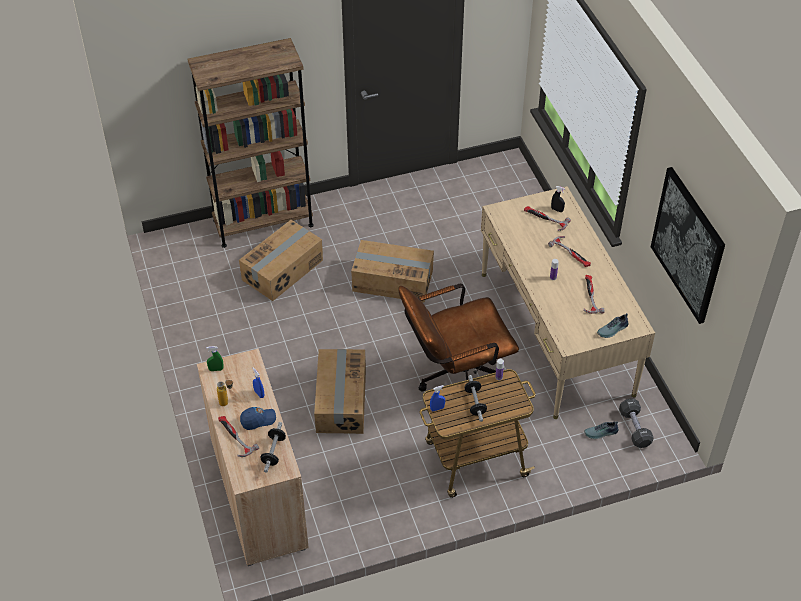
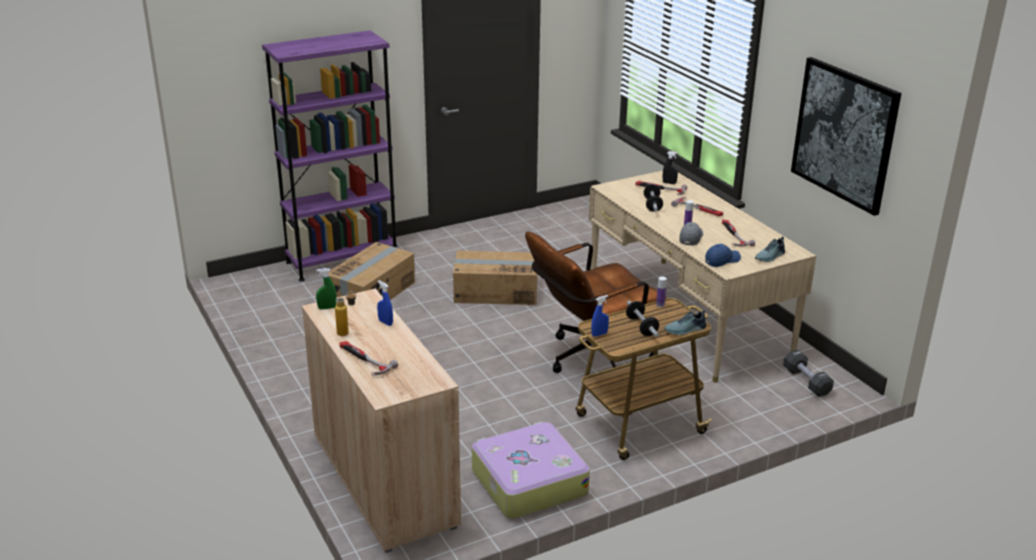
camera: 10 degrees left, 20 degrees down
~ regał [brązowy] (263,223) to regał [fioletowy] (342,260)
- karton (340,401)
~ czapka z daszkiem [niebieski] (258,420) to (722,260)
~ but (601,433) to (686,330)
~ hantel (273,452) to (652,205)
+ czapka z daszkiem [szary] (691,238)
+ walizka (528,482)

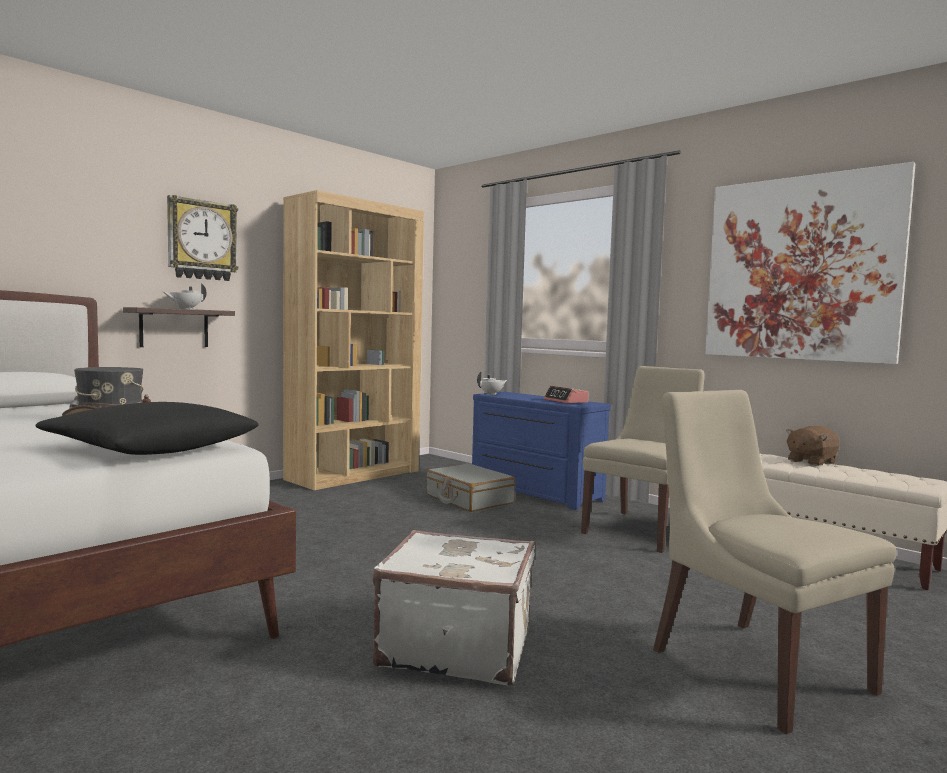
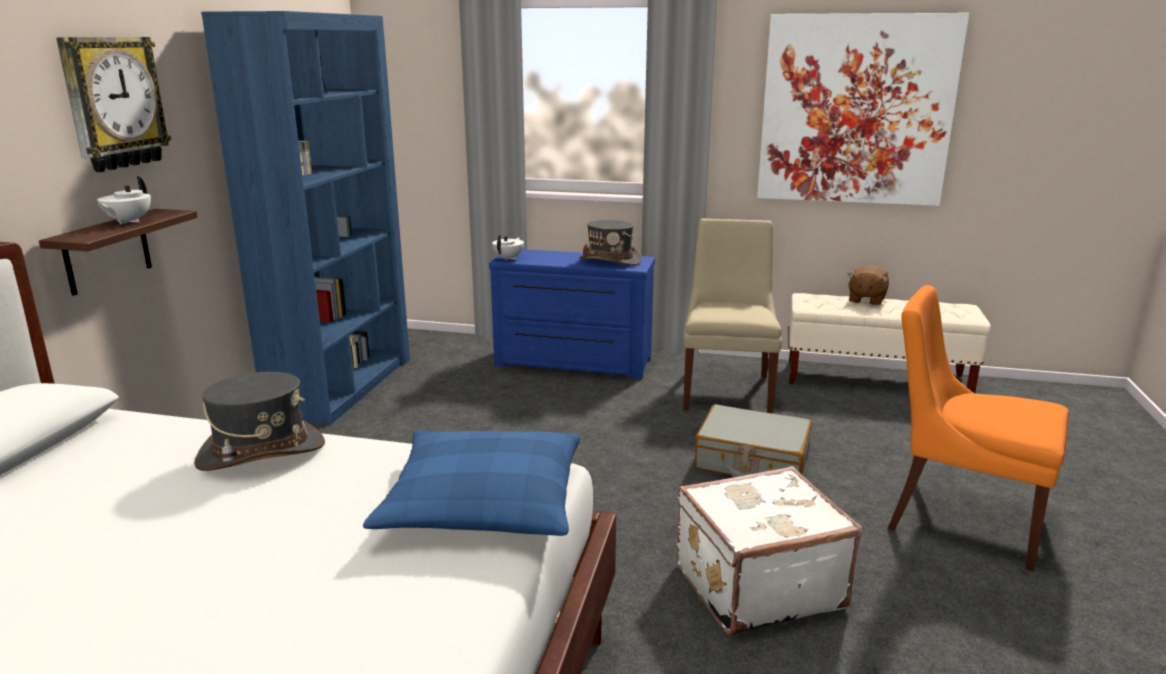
camera: 30 degrees left, 15 degrees up
~ regał [brązowy] (354,475) to regał [niebieski] (342,386)
~ budzik (566,401) to kapelusz [szary] (610,260)
~ krzesło [beżowy] (754,667) to krzesło [pomarańczowy] (958,519)
~ poduszka [czarny] (151,448) to poduszka [niebieski] (483,502)
~ walizka [szary] (469,499) to (752,461)

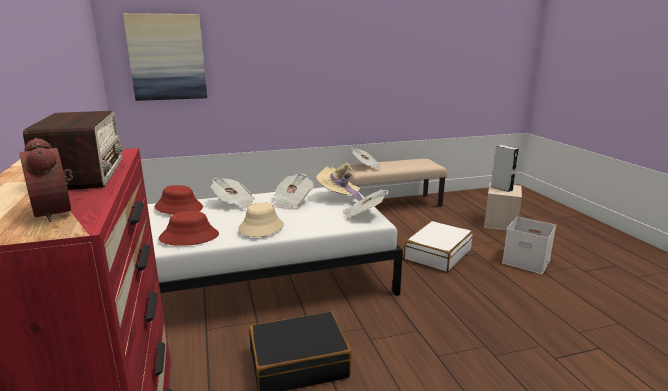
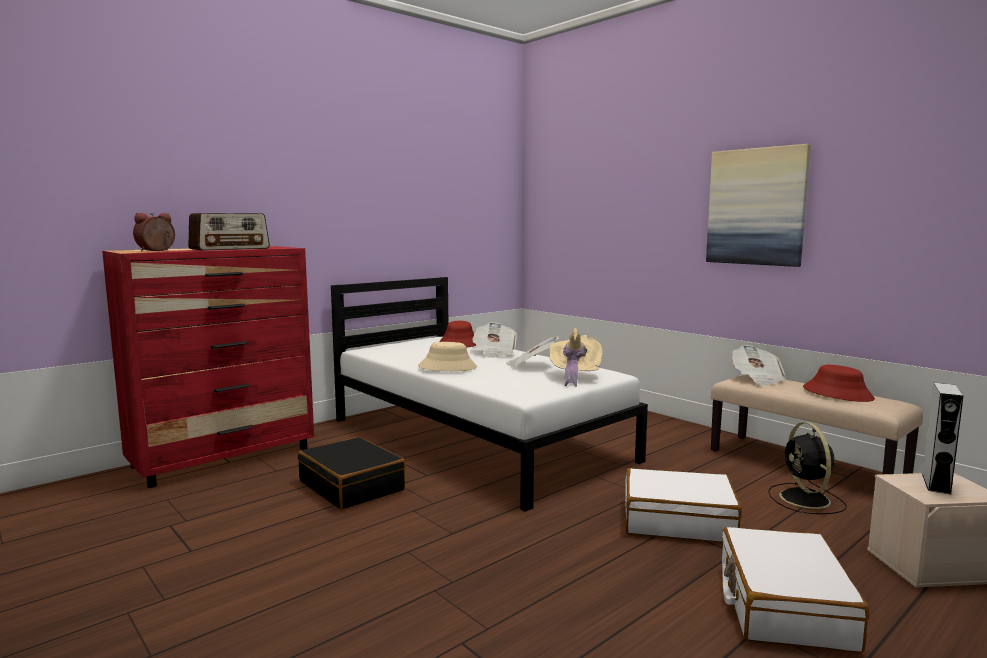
camera: 65 degrees right, 10 degrees down
~ obraz (167,57) to (756,207)
- gazeta (363,215)
~ kapelusz [czerwony] (189,236) to (837,393)
~ pojemnik do przechowywania [biały] (527,261) to walizka [biały] (783,606)
+ wentylator [czarny] (806,500)

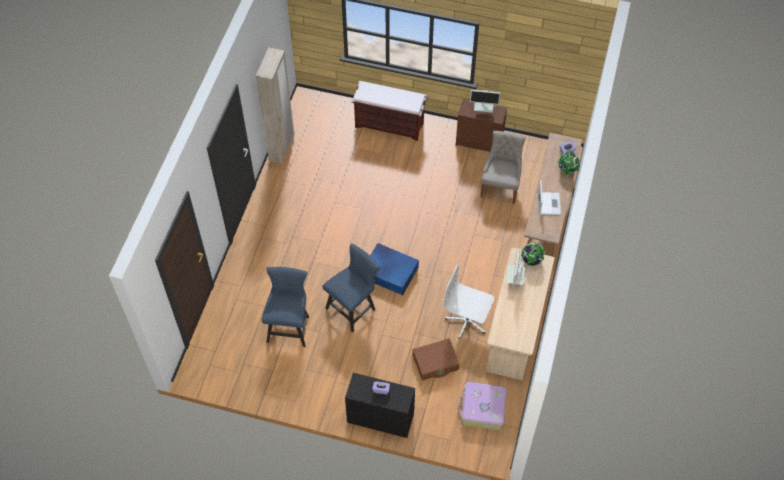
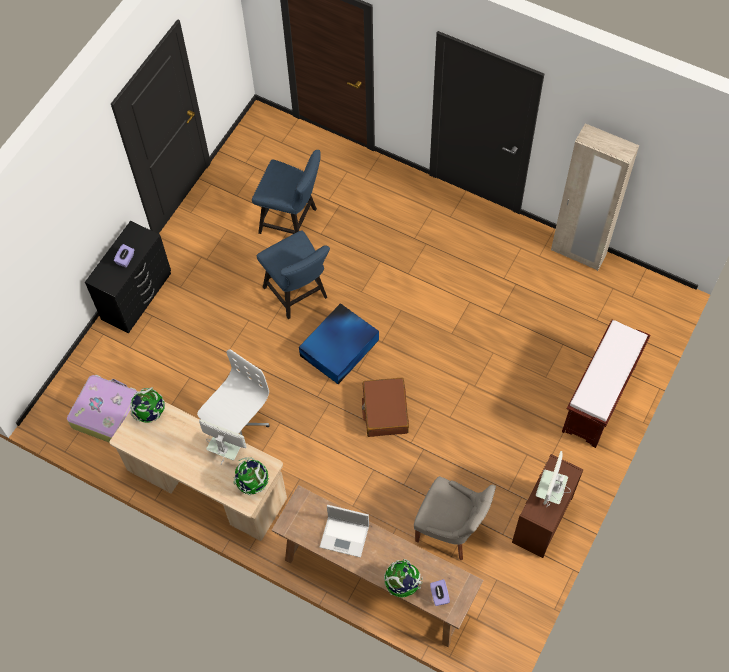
camera: 105 degrees right, 5 degrees up
~ walizka [brązowy] (435,363) to (385,411)
+ globus (150,413)

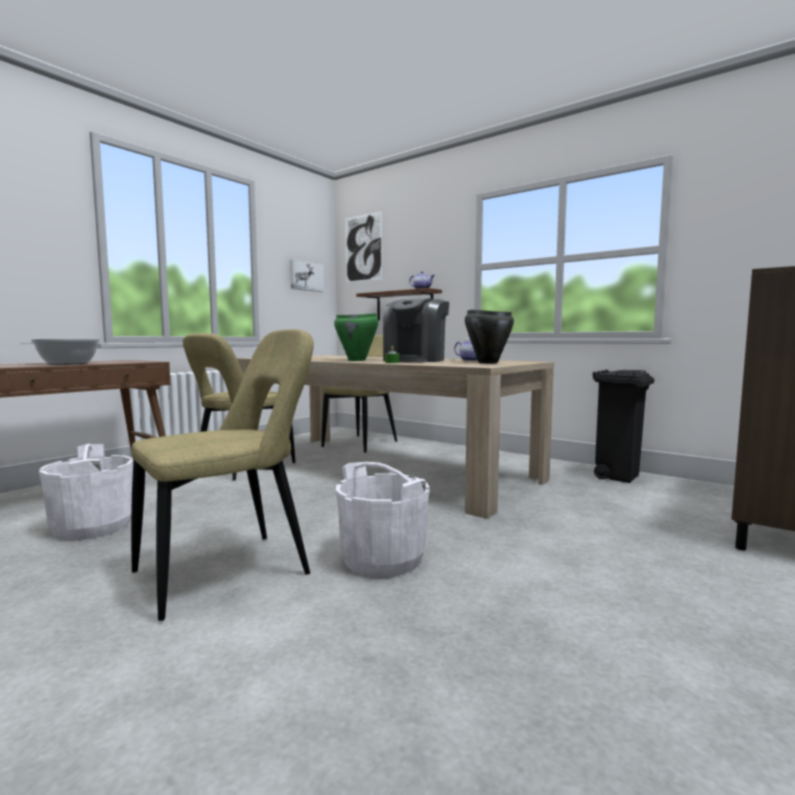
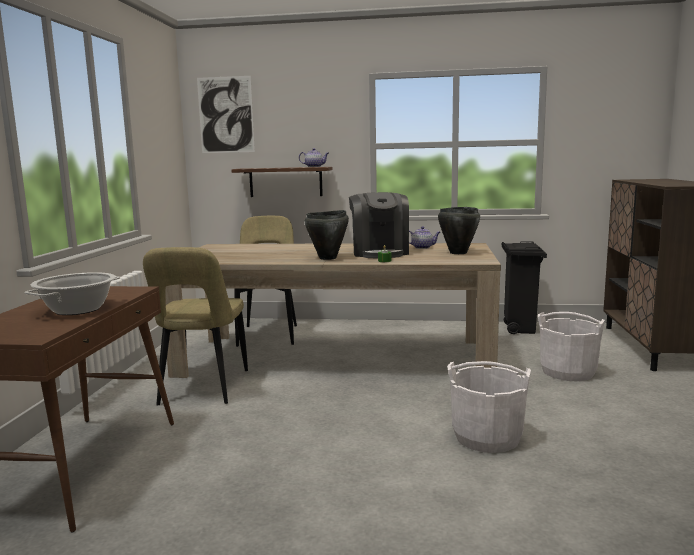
camera: 30 degrees left, 5 degrees up
- obraz (306,276)
~ garnek [zielony] (357,360) to garnek [czarny] (328,258)
- krzesło [beżowy] (231,571)
~ wiadro [biały] (93,527) to (567,372)

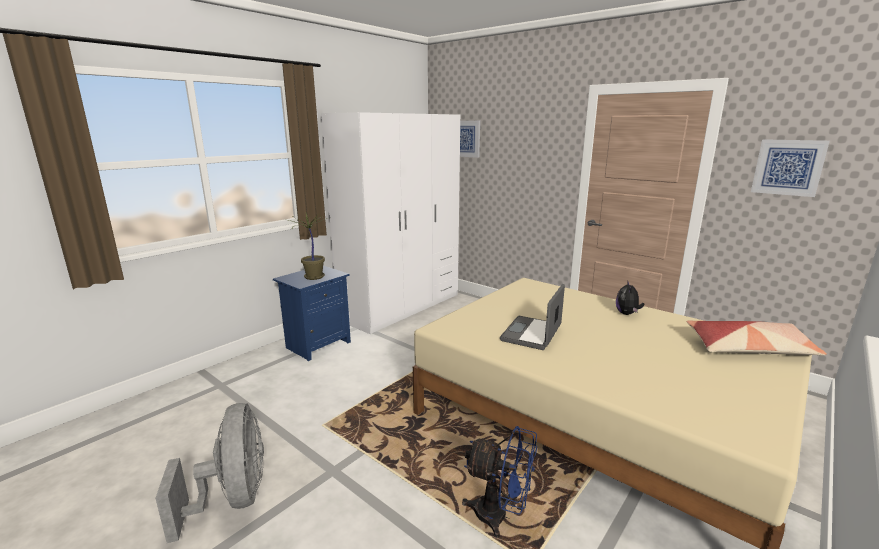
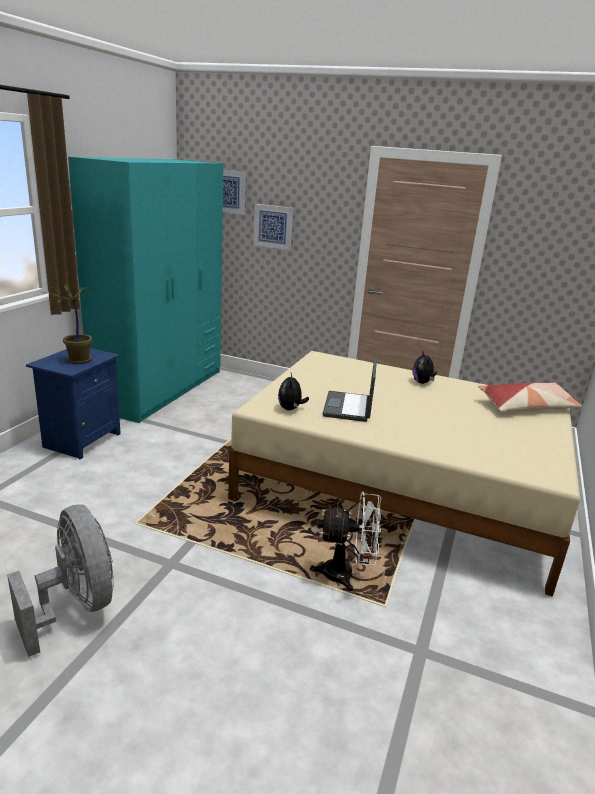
camera: 20 degrees left, 5 degrees up
~ szafa [biały] (402,307) to szafa [turkusowy] (161,389)
~ obraz (788,167) to (273,226)
~ wentylator [niebieski] (499,516) to wentylator [biały] (346,574)
+ pluszak (290,409)

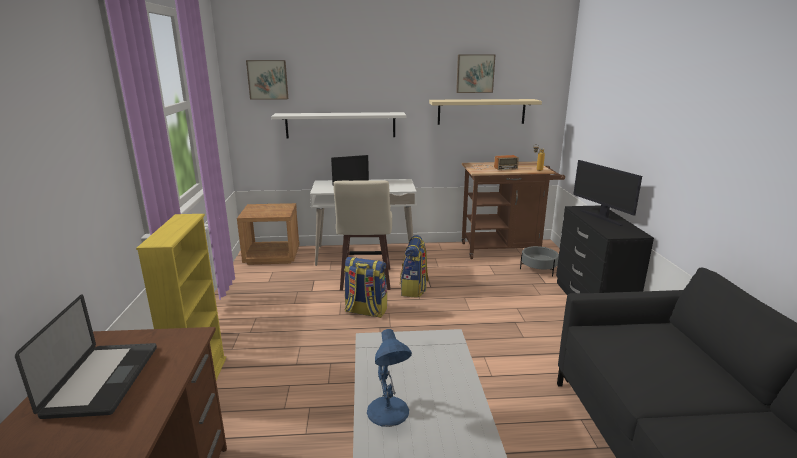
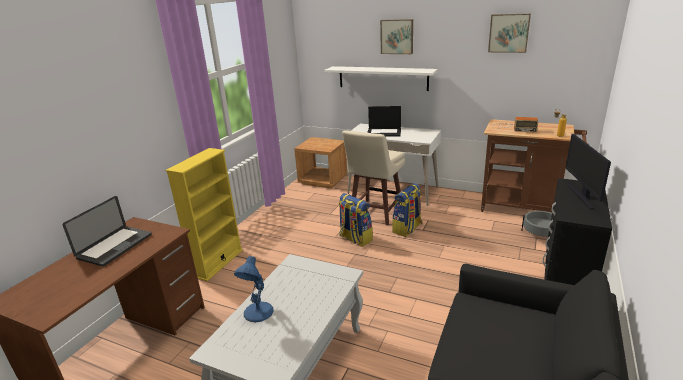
camera: 30 degrees right, 5 degrees up
~ obraz (268,79) to (397,36)
- półka [beżowy] (481,111)

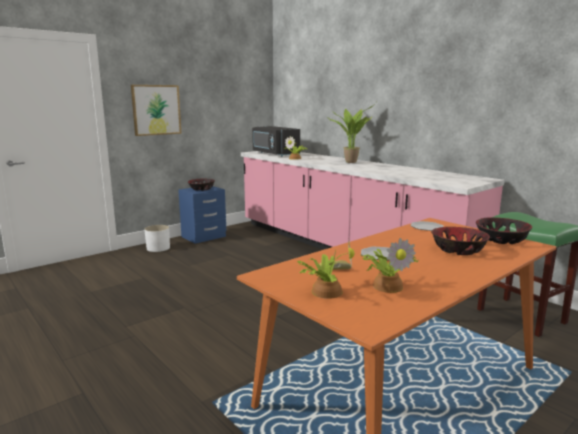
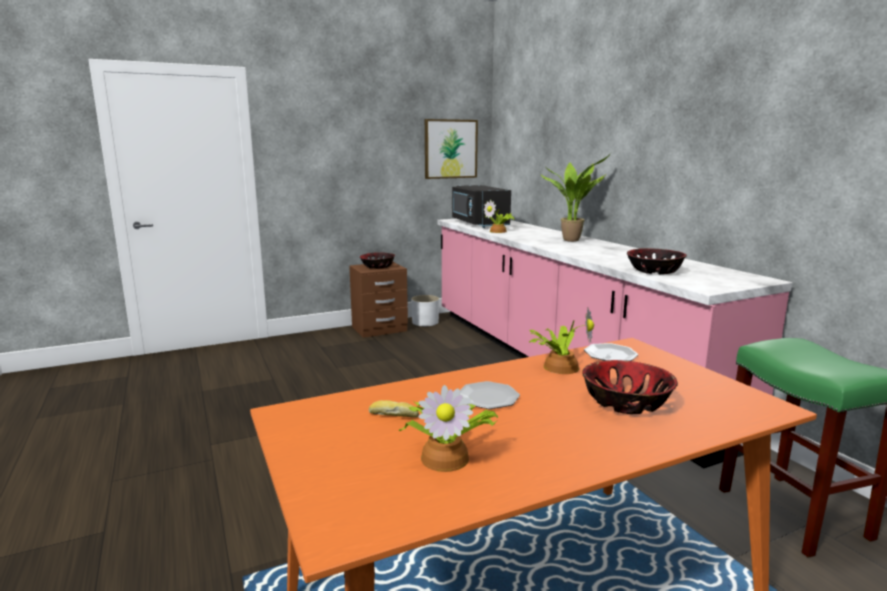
camera: 15 degrees right, 0 degrees up
~ obraz (156,110) to (450,149)
~ szafka nocna [niebieski] (203,237) to szafka nocna [brązowy] (379,329)
~ miska (501,240) to (654,271)
~ donica [biały] (158,248) to (425,322)
~ roślina doniczkowa (325,291) to (559,366)

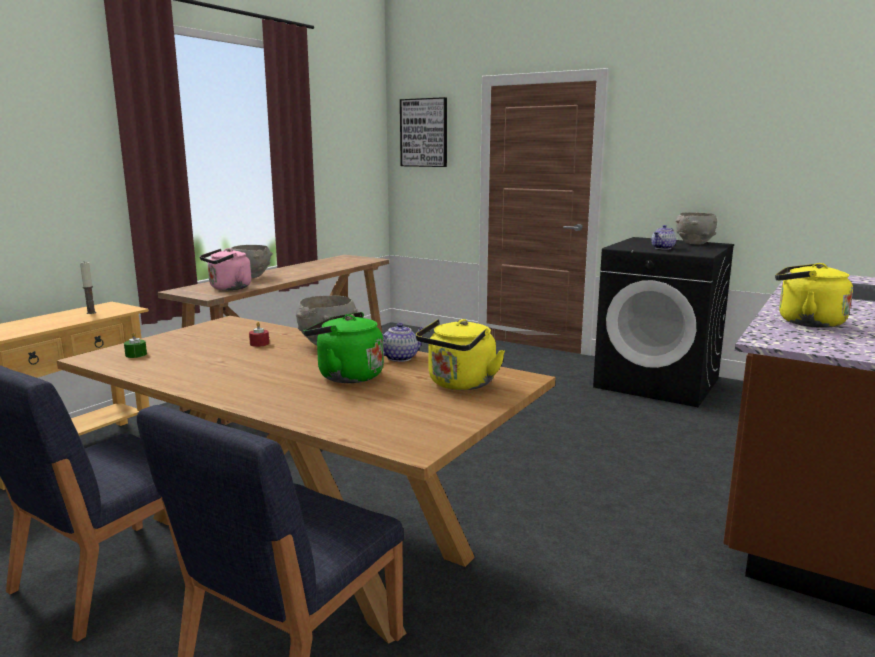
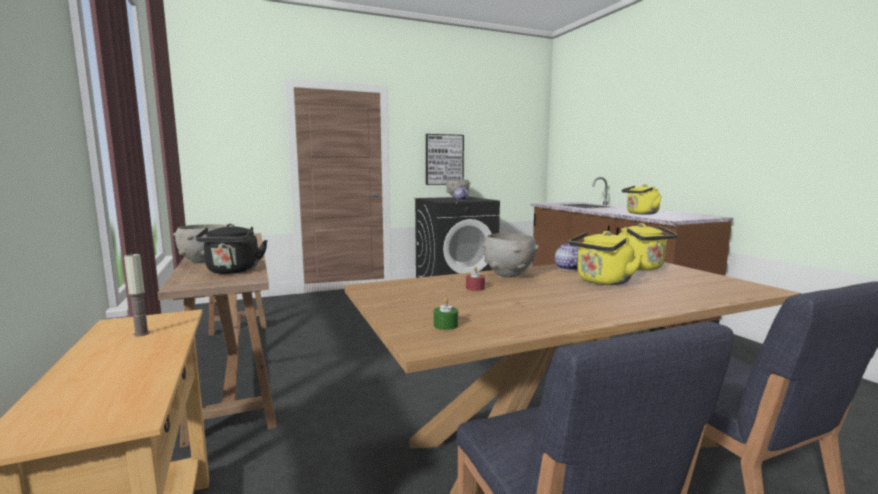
camera: 55 degrees left, 5 degrees down
~ obraz (424,133) to (444,159)
~ czajnik [różowy] (228,288) to czajnik [czarny] (233,271)
~ czajnik [zielony] (346,376) to czajnik [żółty] (602,282)

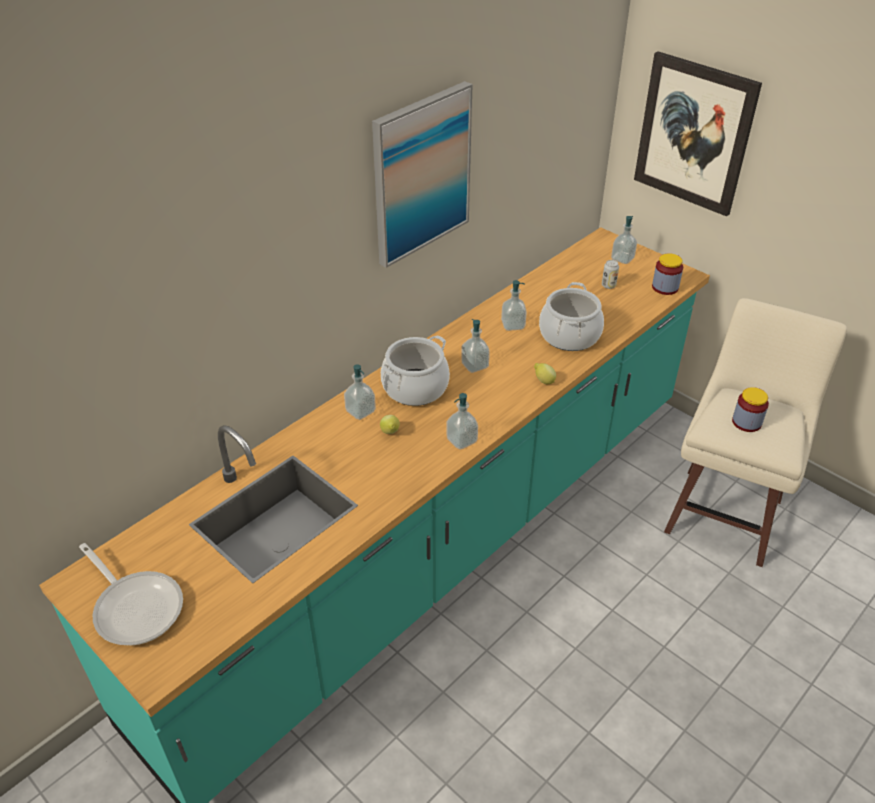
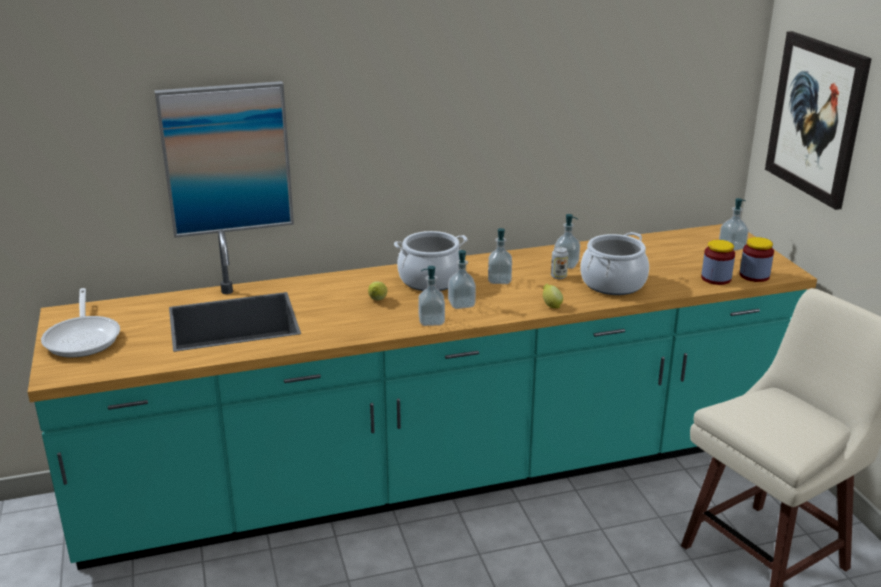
camera: 30 degrees right, 15 degrees down
~ obraz (421,174) to (226,159)
~ puszka (608,285) to (558,276)
~ dozownik mydła (360,411) to (461,304)
~ słoik (746,422) to (716,278)

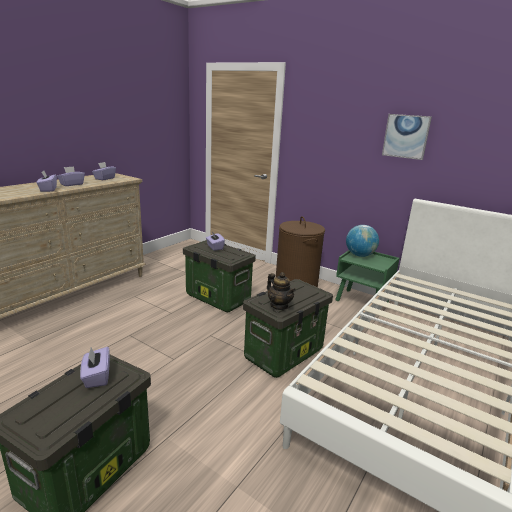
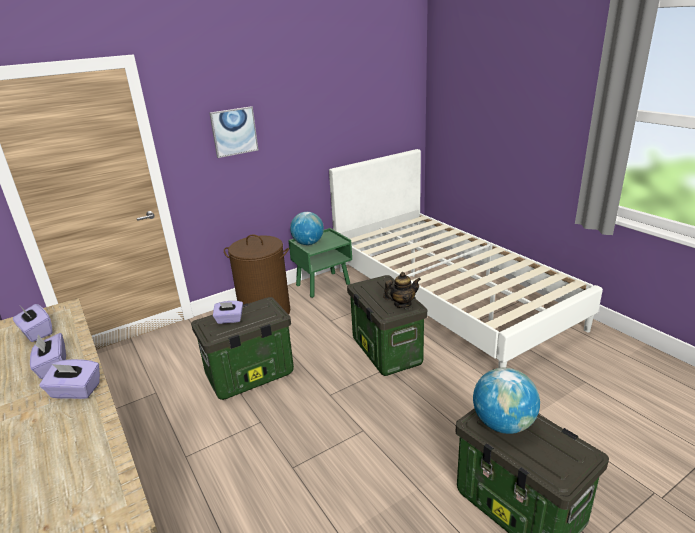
camera: 65 degrees left, 5 degrees up
~ obraz (406,136) to (234,131)
~ pudełko chusteczek [fioletowy] (97,377) to globus (503,424)

